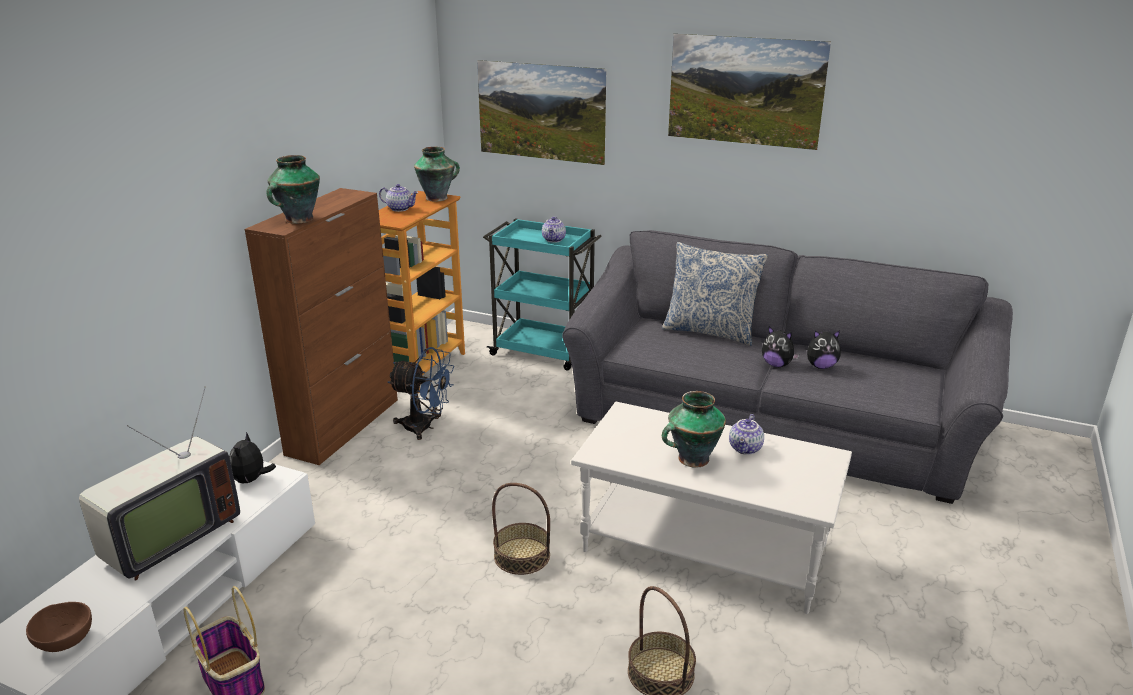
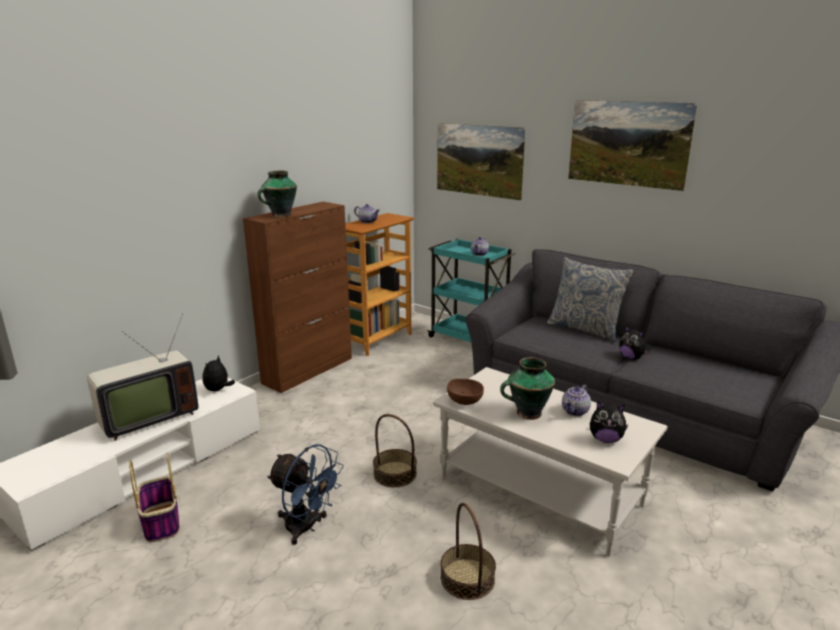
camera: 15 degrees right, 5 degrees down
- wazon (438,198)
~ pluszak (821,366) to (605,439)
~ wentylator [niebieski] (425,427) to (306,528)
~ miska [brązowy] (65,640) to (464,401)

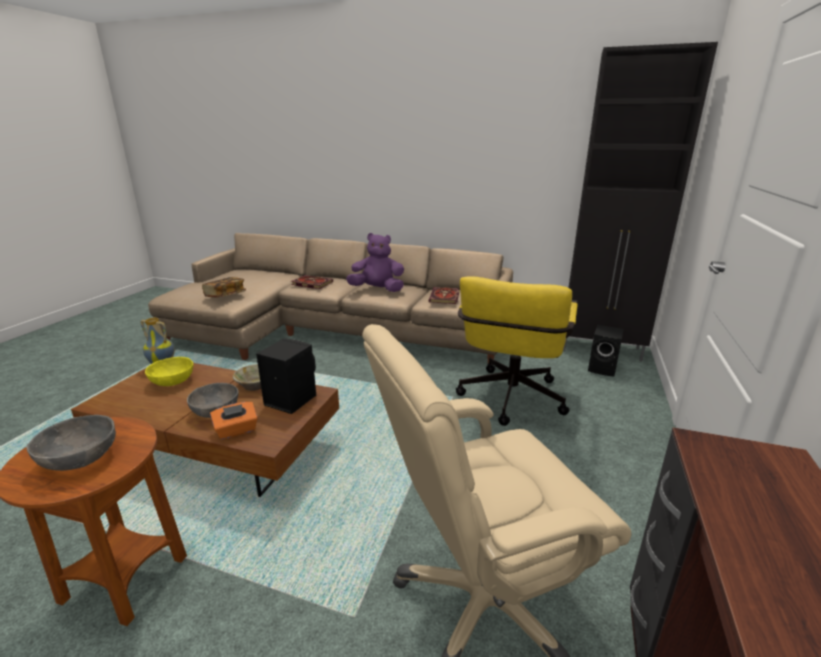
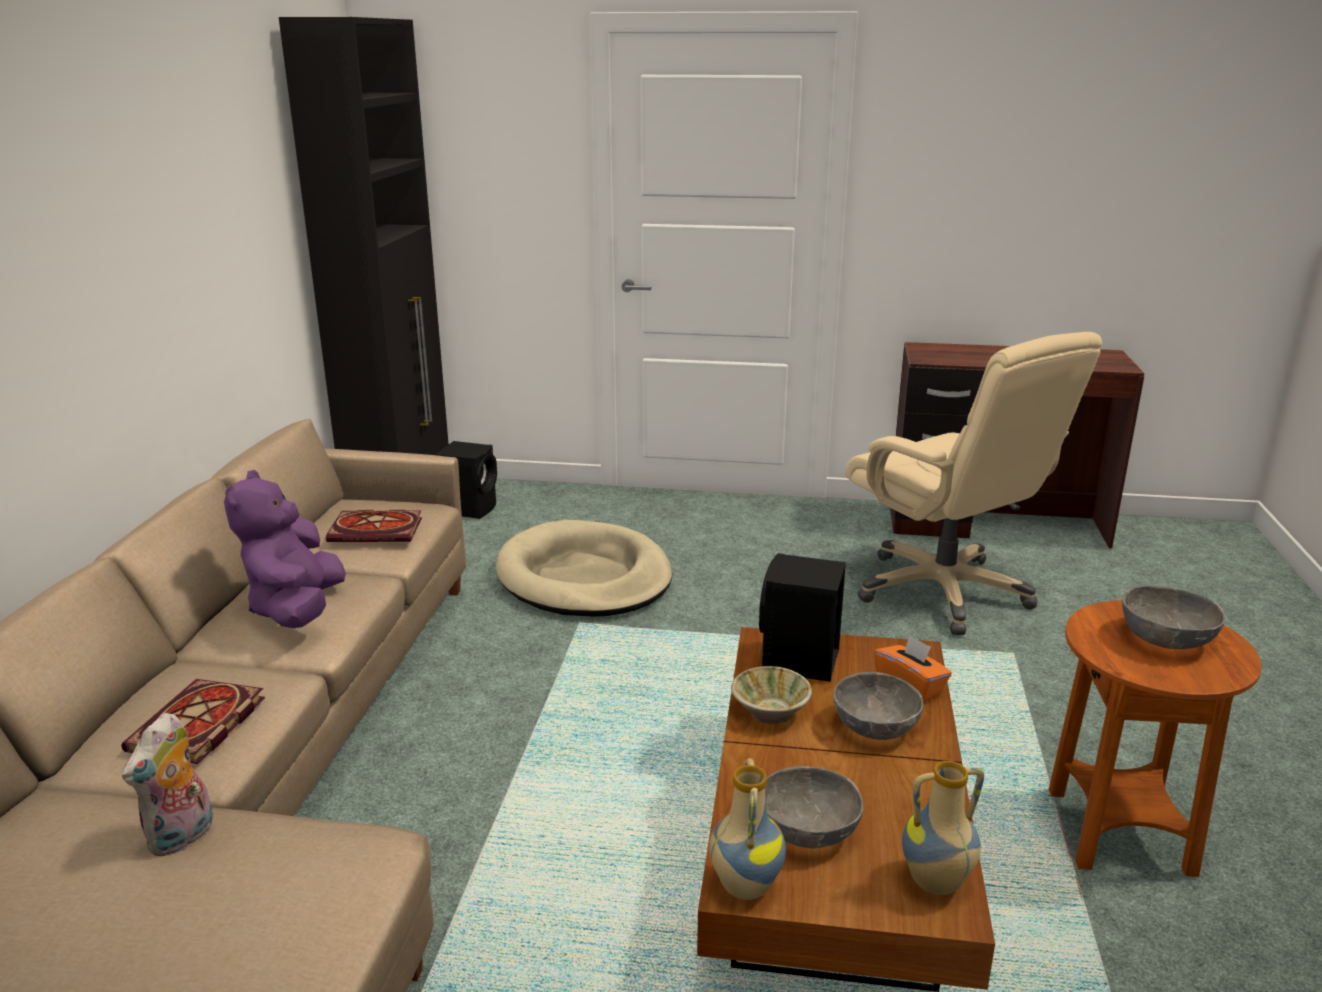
camera: 100 degrees left, 0 degrees up
~ krzesło biurowe [żółty] (509,401) to legowisko [beżowy] (584,577)
- książka (225,295)
~ miska [żółty] (172,381) to miska [szary] (808,831)
+ pluszak (182,838)
+ wazon (936,884)

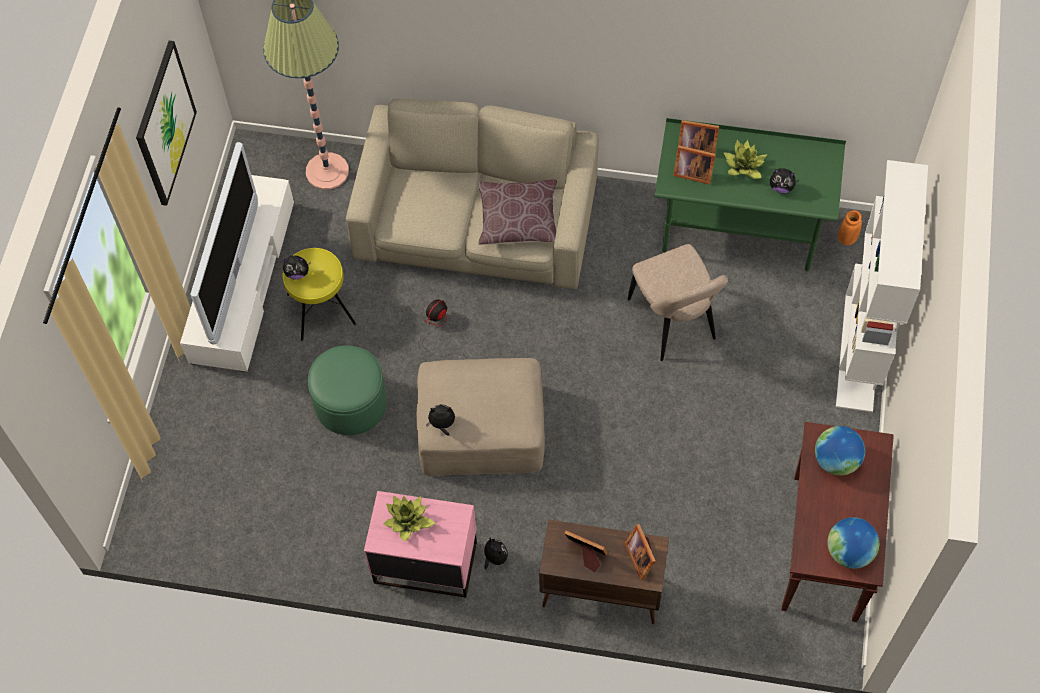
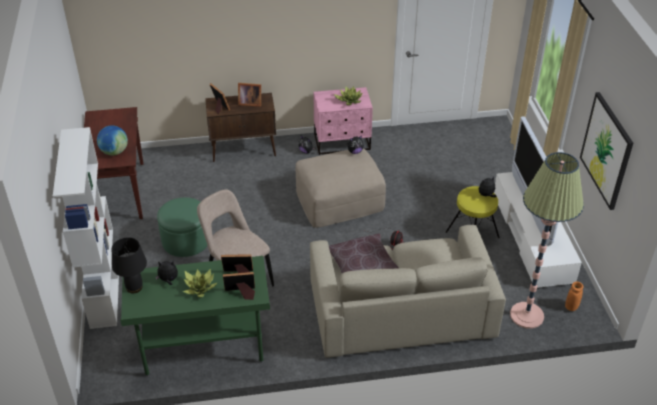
camera: 160 degrees right, 20 degrees down
~ wazon [pomarańczowy] (847,239) to (571,306)
~ pufa [zielony] (351,403) to (186,240)
- globus (849,552)
+ lampa stołowa [czarny] (134,287)

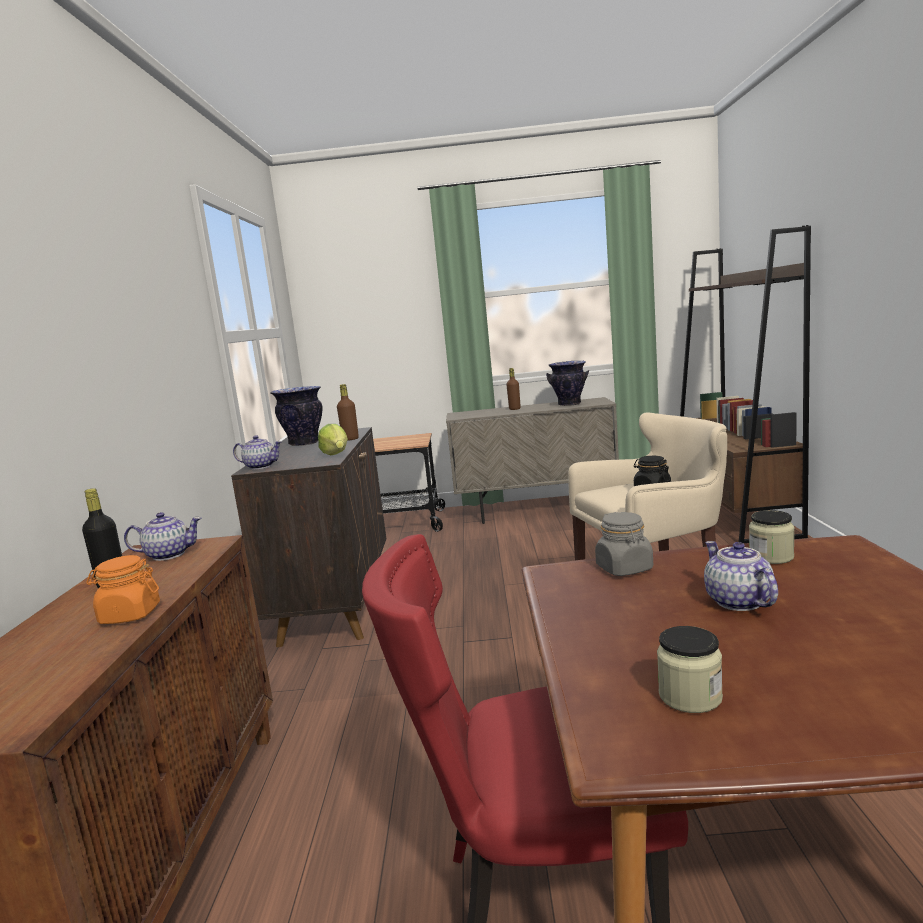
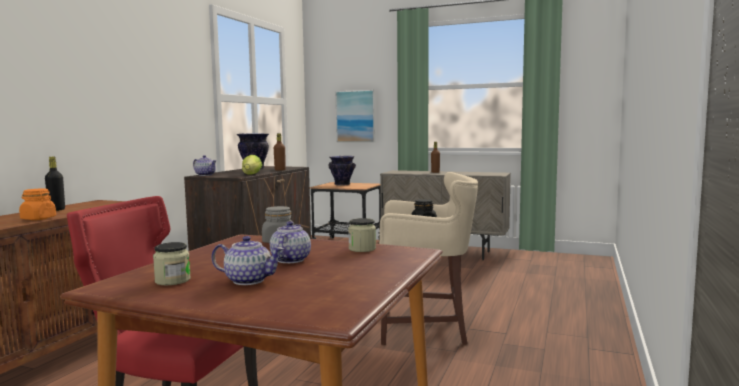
camera: 20 degrees right, 5 degrees down
- regał [brązowy] (731,511)
~ wazon (569,404) to (342,184)
~ imbryk (168,555) to (248,280)
+ obraz (356,116)

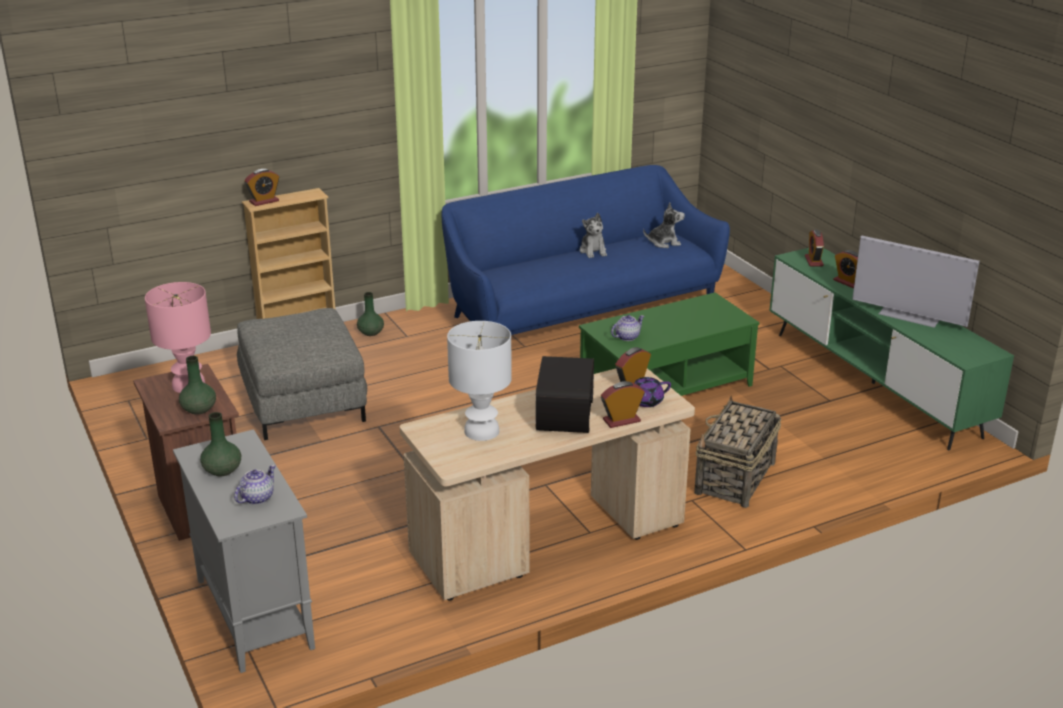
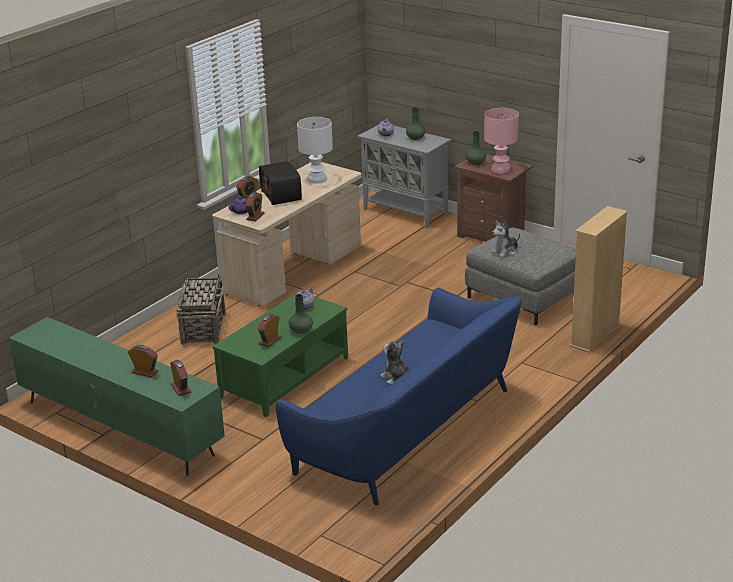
camera: 155 degrees right, 0 degrees up
~ budzik (264,201) to (270,341)
~ pluszak (664,243) to (505,251)
- telewizor (909,316)
~ wazon [zielony] (370,332) to (301,330)

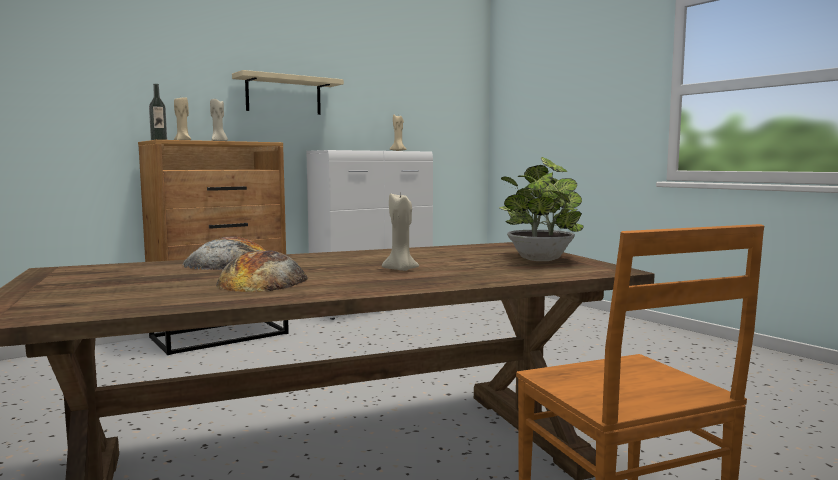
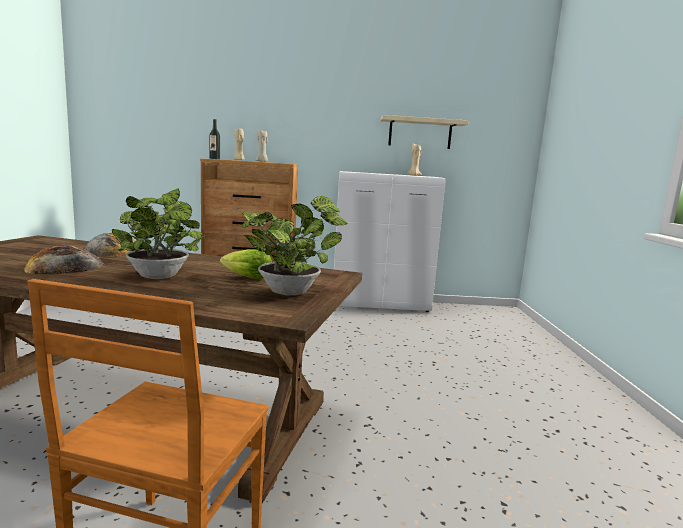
camera: 35 degrees right, 5 degrees up
~ półka [beżowy] (284,95) to (420,133)
~ świeca [beżowy] (401,270) to roślina doniczkowa (160,277)
+ sałata (247,277)

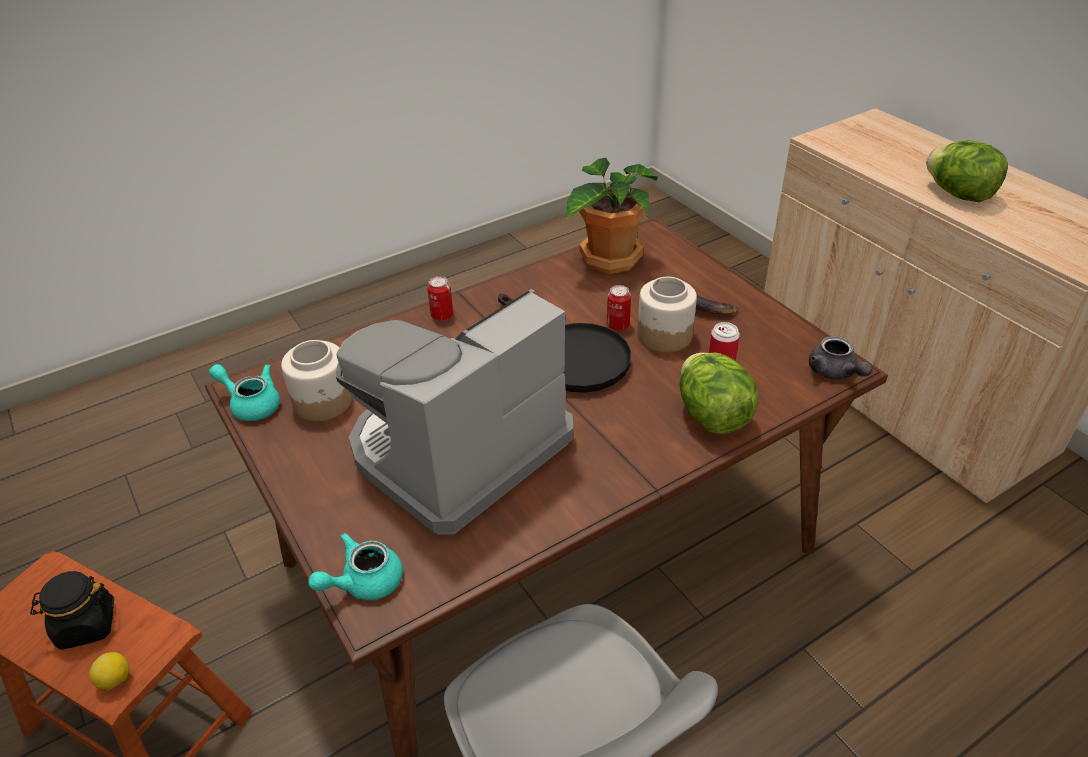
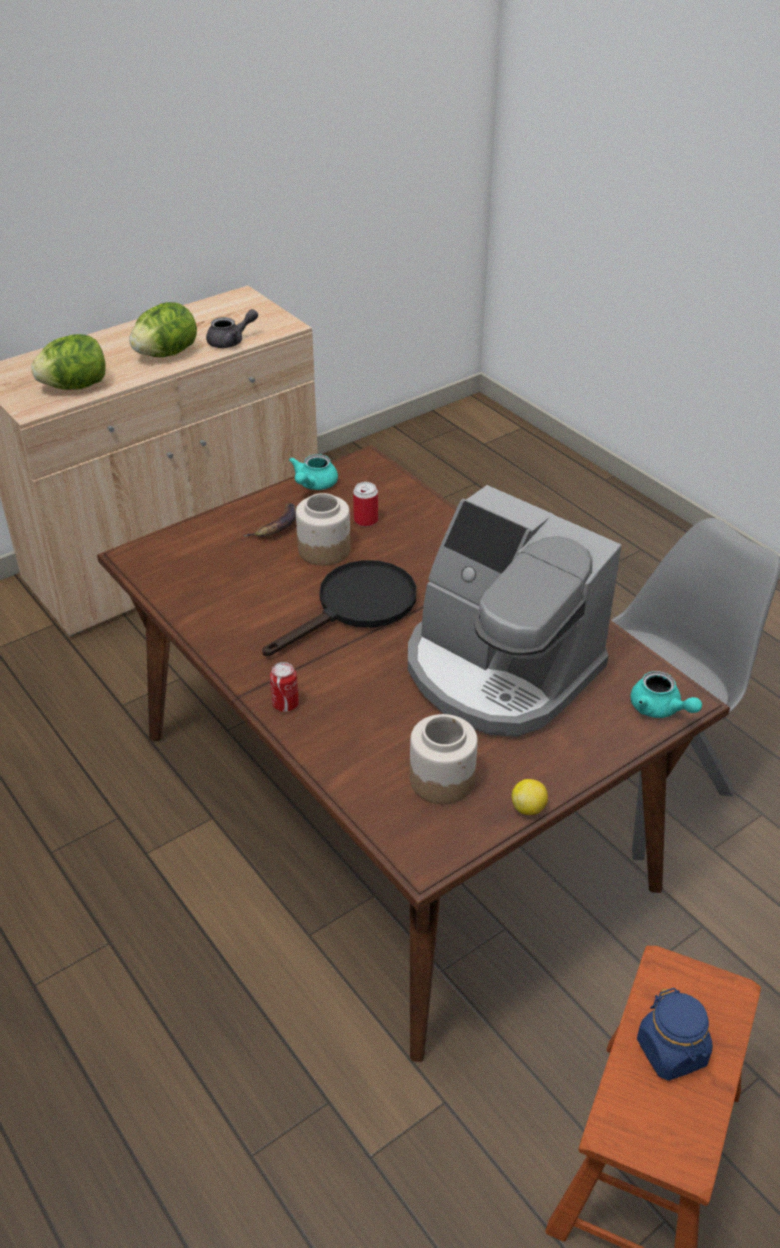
camera: 95 degrees left, 0 degrees up
- roślina doniczkowa (608,259)
- puszka (618,325)
~ imbryk [szary] (835,373) to (231,341)
~ sałata (712,416) to (75,386)
~ imbryk [turkusowy] (251,404) to (313,485)
~ słoik [czarny] (86,626) to słoik [niebieski] (672,1051)
~ cytryna (115,680) to (528,808)

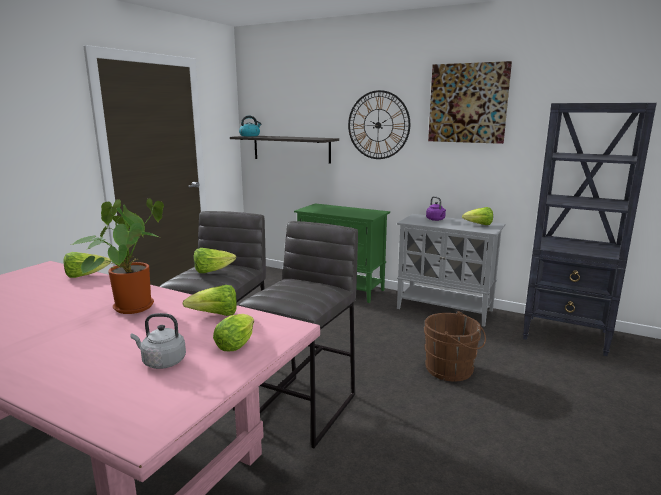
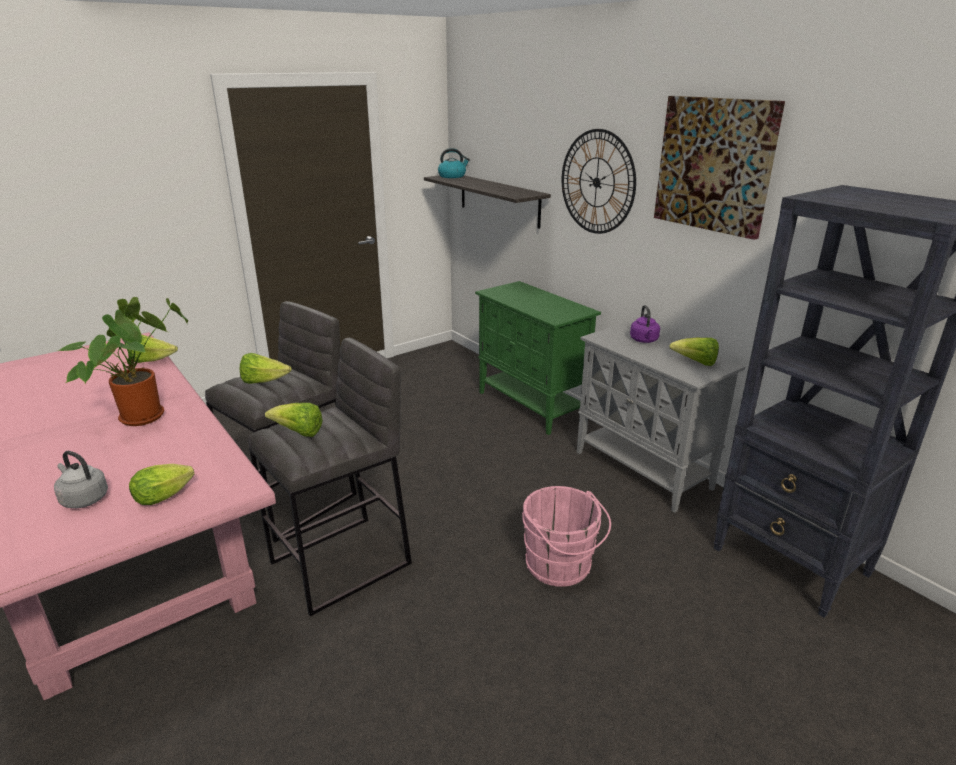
camera: 25 degrees right, 10 degrees up
~ sałata (216,315) to (298,433)
~ wiadro [brązowy] (452,370) to wiadro [różowy] (561,567)

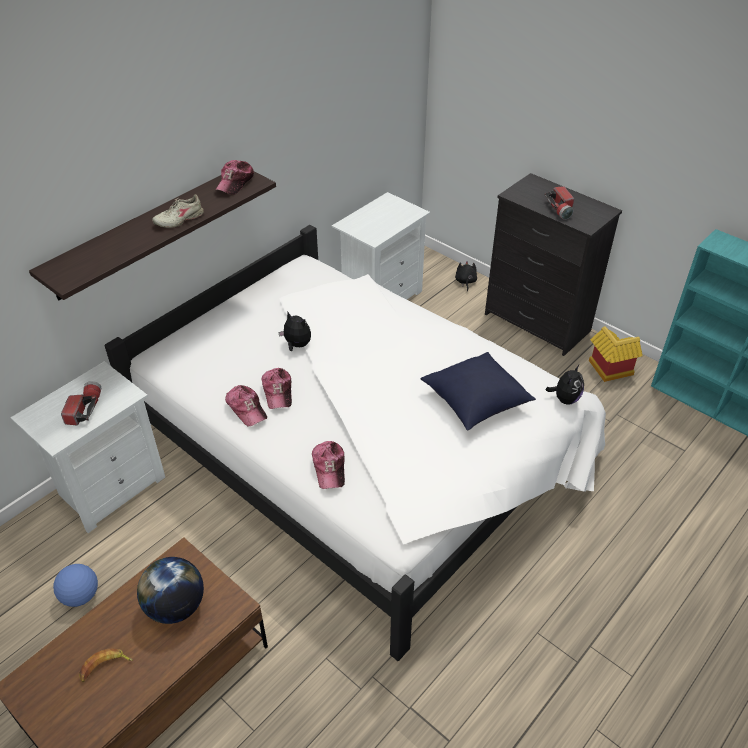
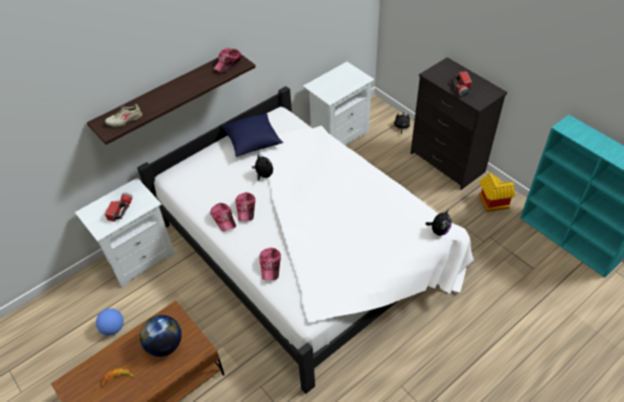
camera: 10 degrees right, 5 degrees up
~ but [beżowy] (179,219) to (125,120)
~ poduszka [niebieski] (476,402) to (252,142)

